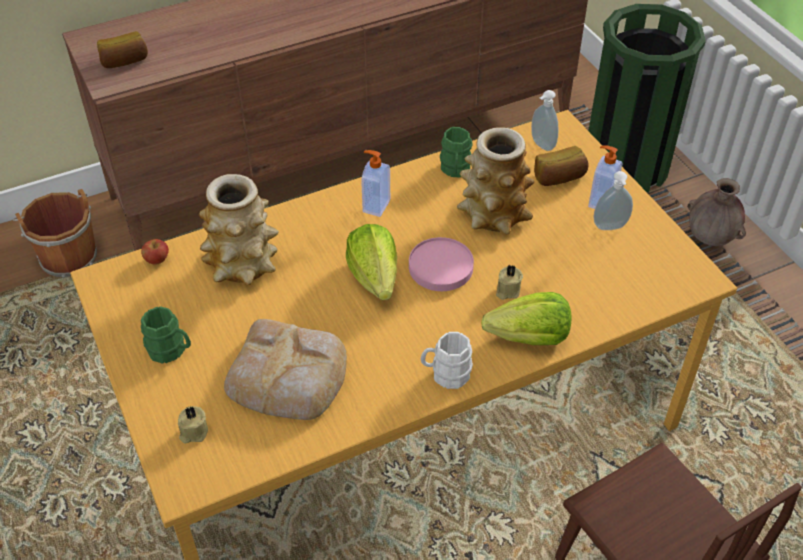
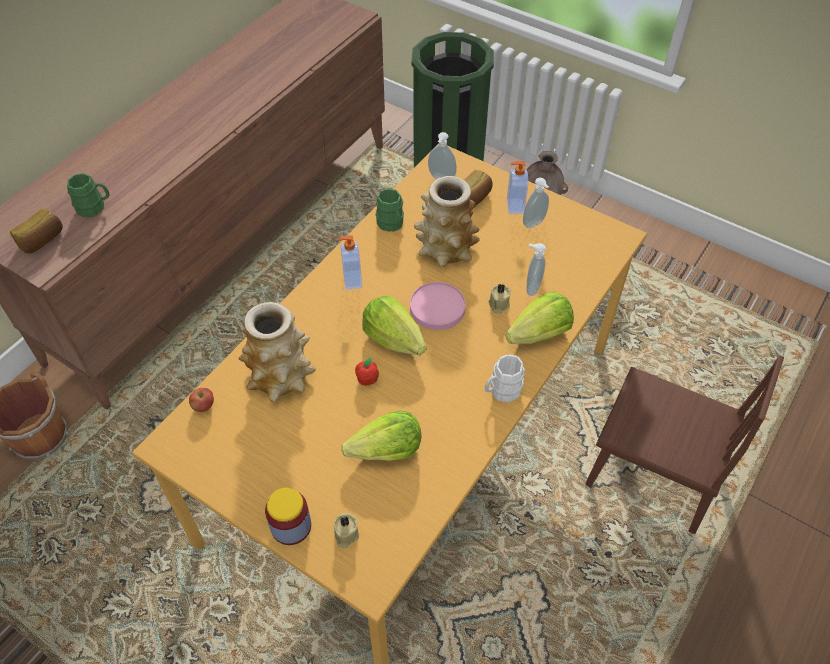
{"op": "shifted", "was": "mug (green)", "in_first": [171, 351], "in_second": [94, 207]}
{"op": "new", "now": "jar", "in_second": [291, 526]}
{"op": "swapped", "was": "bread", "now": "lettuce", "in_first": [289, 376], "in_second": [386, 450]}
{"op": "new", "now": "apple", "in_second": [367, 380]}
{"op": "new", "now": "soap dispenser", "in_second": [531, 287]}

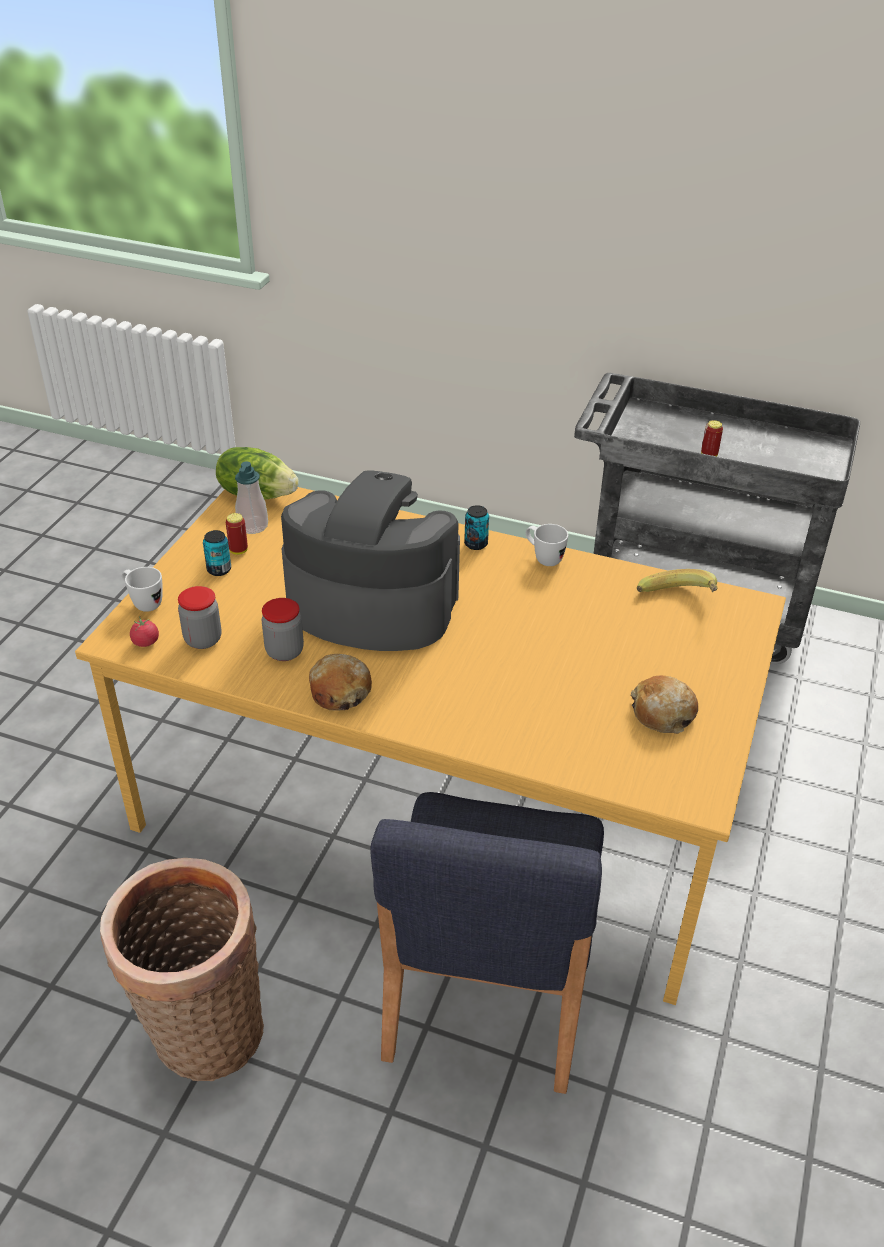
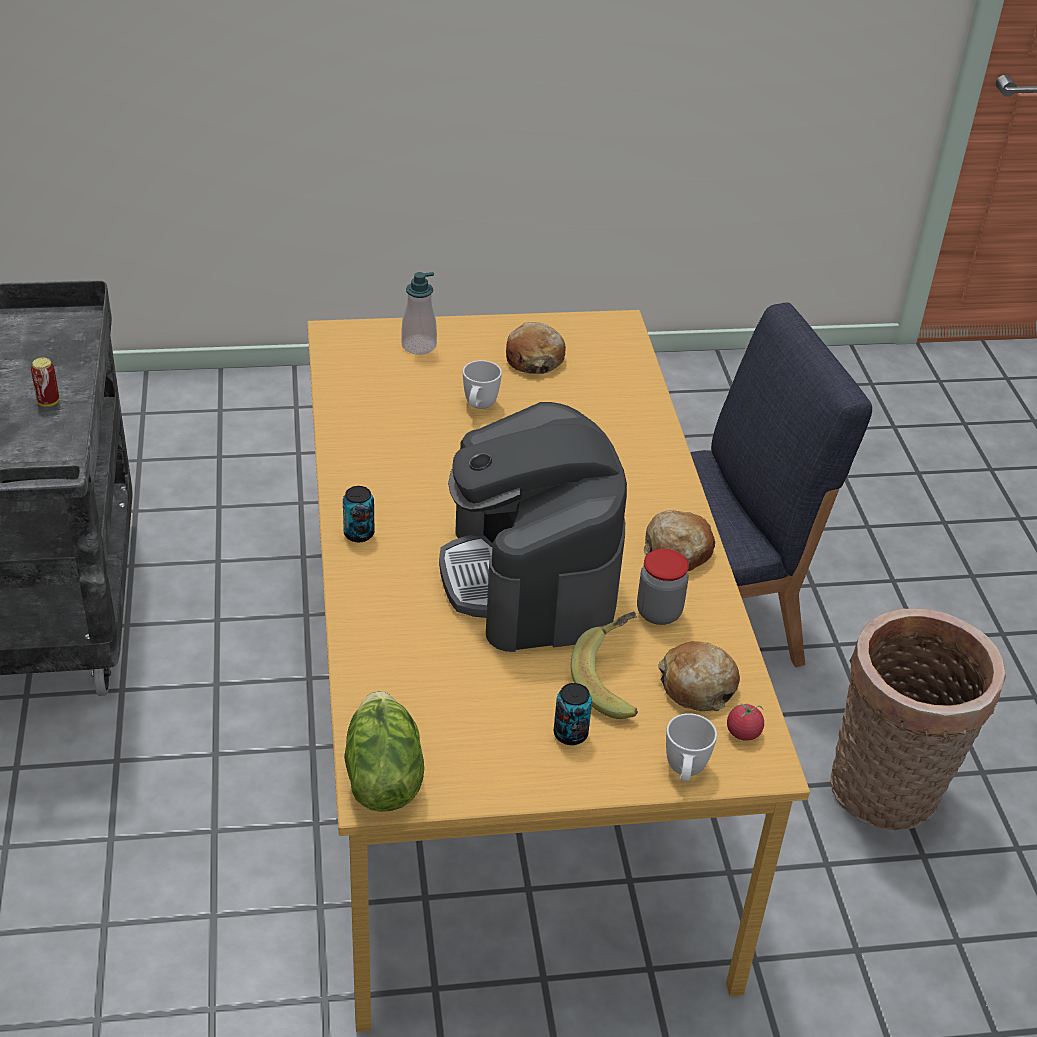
{"op": "shifted", "was": "soap dispenser", "in_first": [252, 526], "in_second": [419, 346]}
{"op": "shifted", "was": "mug (white)", "in_first": [543, 558], "in_second": [478, 407]}
{"op": "shifted", "was": "banana", "in_first": [678, 601], "in_second": [615, 682]}
{"op": "swapped", "was": "jar", "now": "bread", "in_first": [203, 639], "in_second": [697, 686]}
{"op": "gone", "was": "can", "in_first": [238, 550]}

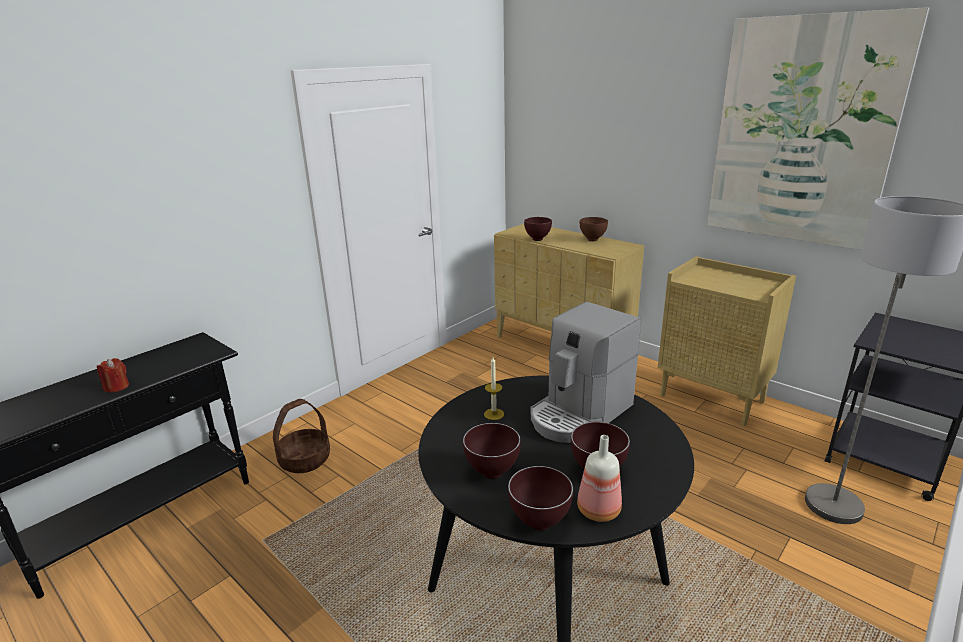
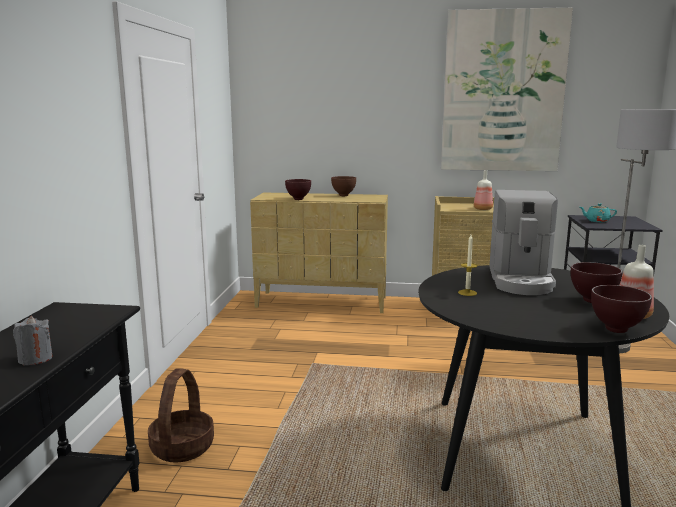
{"op": "repainted", "was": "candle (red)", "now": "candle (grey)", "in_first": [117, 387], "in_second": [35, 359]}
{"op": "new", "now": "bottle", "in_second": [482, 209]}
{"op": "new", "now": "teapot (turquoise)", "in_second": [597, 221]}
{"op": "gone", "was": "bowl (brown)", "in_first": [491, 472]}

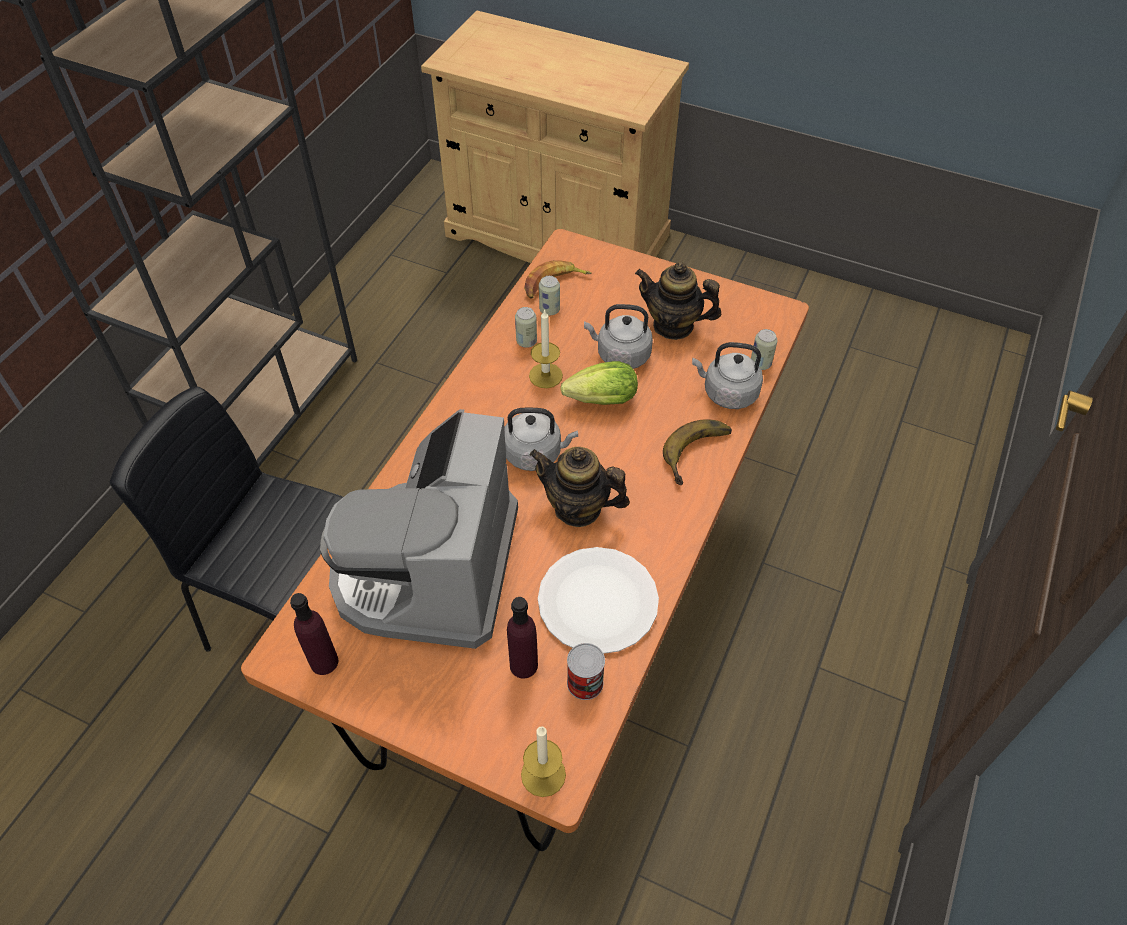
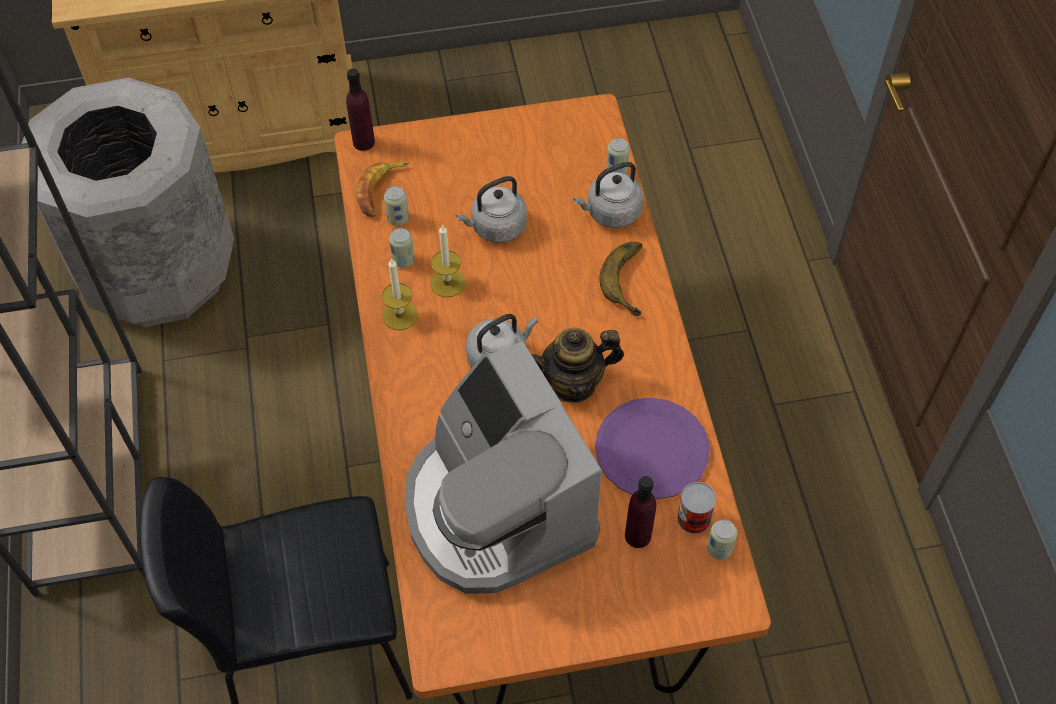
{"op": "new", "now": "trash can (grey)", "in_second": [157, 270]}
{"op": "shifted", "was": "bottle (purple)", "in_first": [324, 662], "in_second": [363, 142]}
{"op": "shifted", "was": "candle", "in_first": [543, 774], "in_second": [400, 315]}
{"op": "repainted", "was": "plate (white)", "now": "plate (purple)", "in_first": [598, 602], "in_second": [652, 450]}
{"op": "new", "now": "can", "in_second": [719, 549]}
{"op": "gone", "was": "lettuce", "in_first": [598, 401]}
{"op": "gone", "was": "teapot", "in_first": [673, 325]}

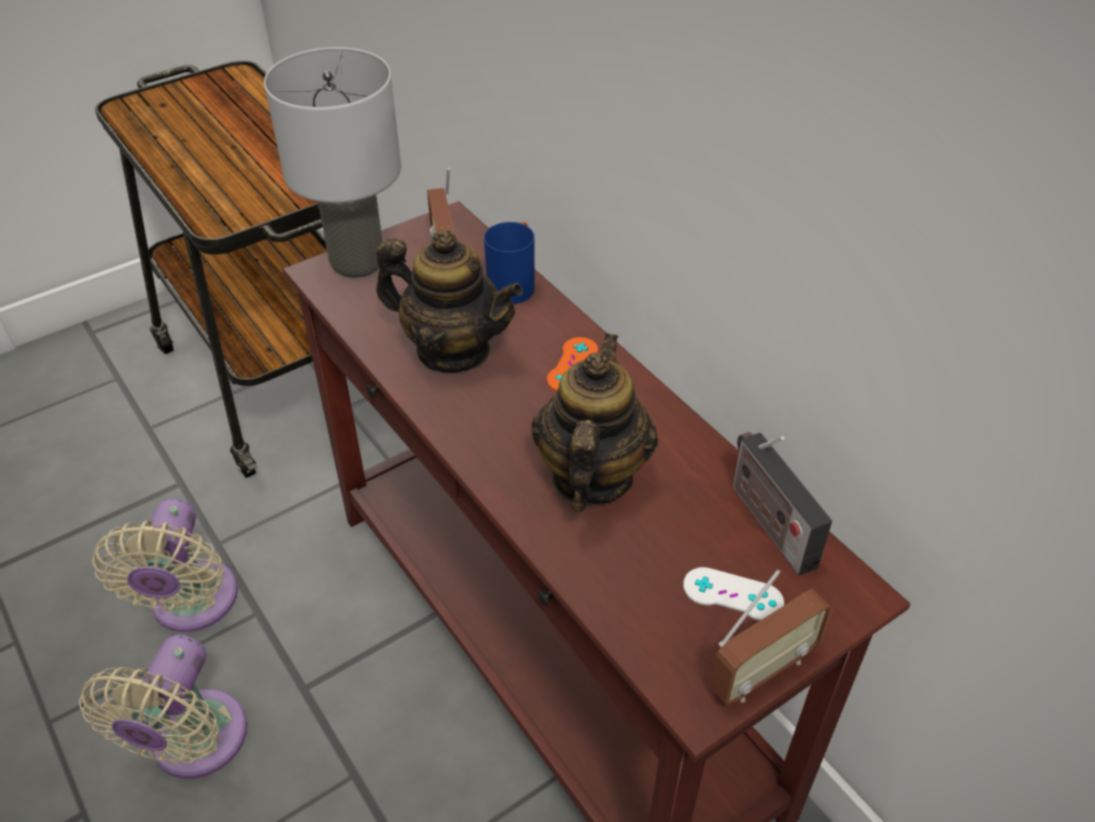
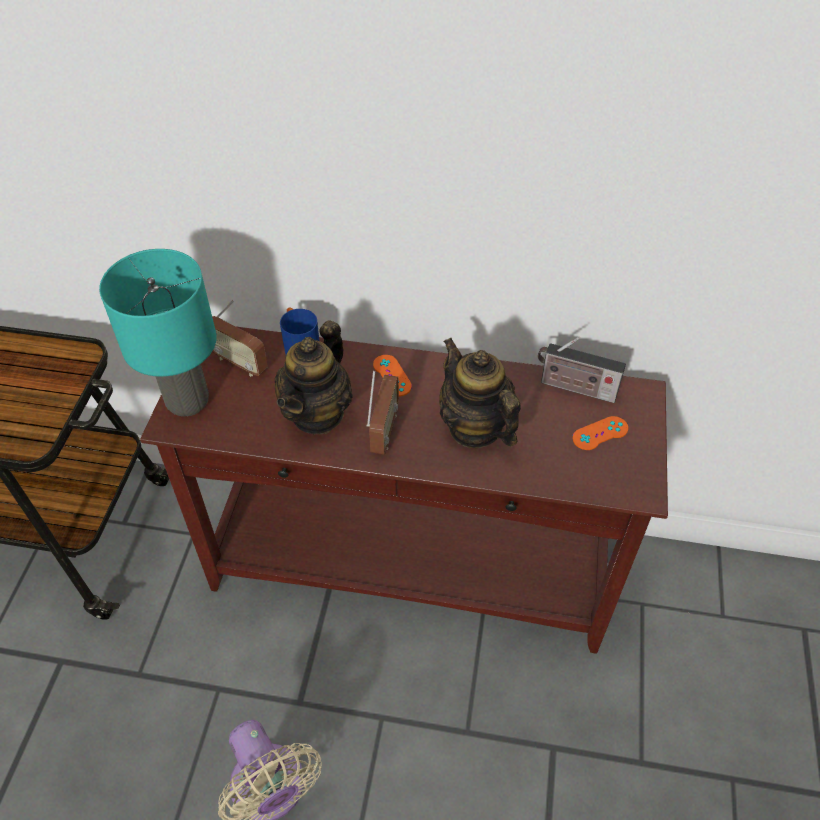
{"op": "repainted", "was": "table lamp (white)", "now": "table lamp (turquoise)", "in_first": [360, 263], "in_second": [188, 400]}
{"op": "rotated", "was": "teapot", "in_first": [453, 350], "in_second": [318, 413], "clockwise": 135}
{"op": "shifted", "was": "radio", "in_first": [761, 672], "in_second": [384, 431]}
{"op": "repainted", "was": "game controller (white)", "now": "game controller (orange)", "in_first": [733, 594], "in_second": [600, 433]}
{"op": "gone", "was": "fan (beige)", "in_first": [191, 605]}

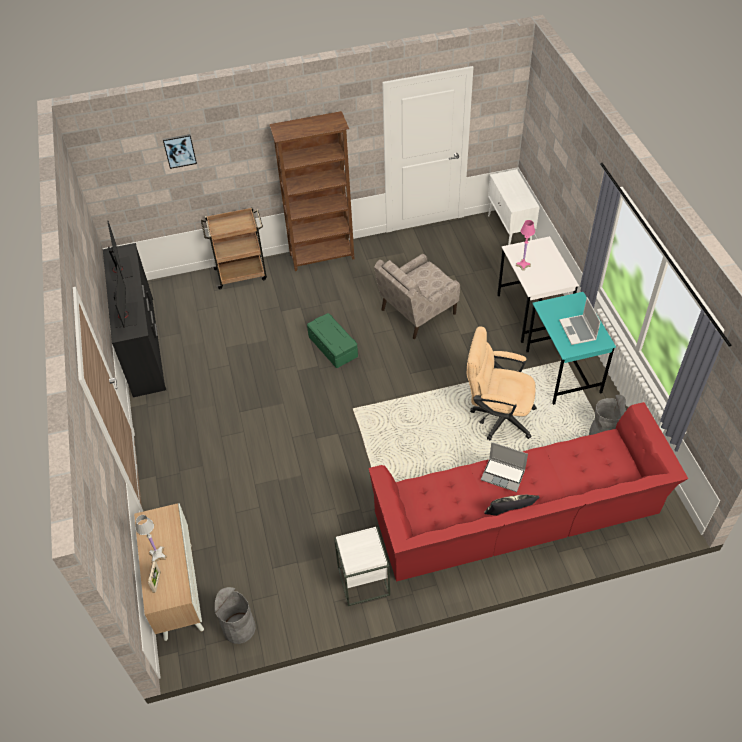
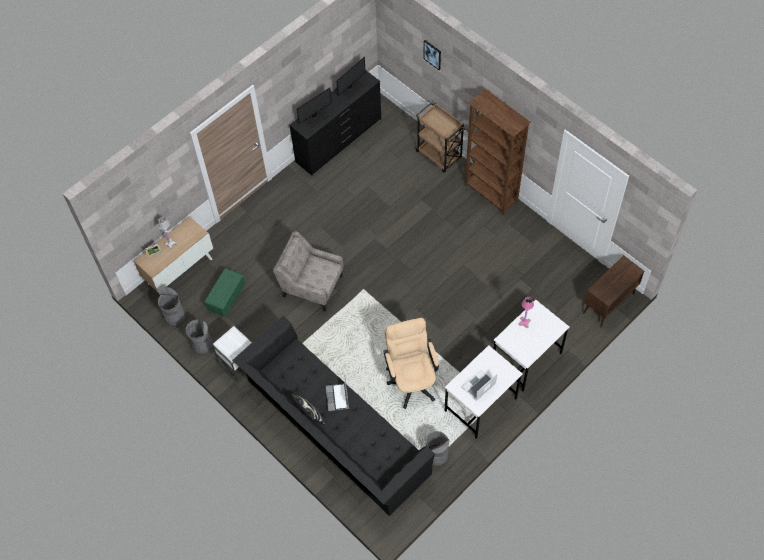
{"op": "new", "now": "trash can (grey)", "in_second": [202, 344]}
{"op": "shifted", "was": "storage box (green)", "in_first": [332, 347], "in_second": [225, 296]}
{"op": "repainted", "was": "sofa (red)", "now": "sofa (black)", "in_first": [518, 517], "in_second": [334, 429]}
{"op": "shifted", "was": "armchair (beige)", "in_first": [417, 312], "in_second": [312, 285]}
{"op": "repainted", "was": "desk (turquoise)", "now": "desk (white)", "in_first": [563, 372], "in_second": [480, 405]}
{"op": "repainted", "was": "cabinet (white)", "now": "cabinet (brown)", "in_first": [509, 232], "in_second": [608, 304]}

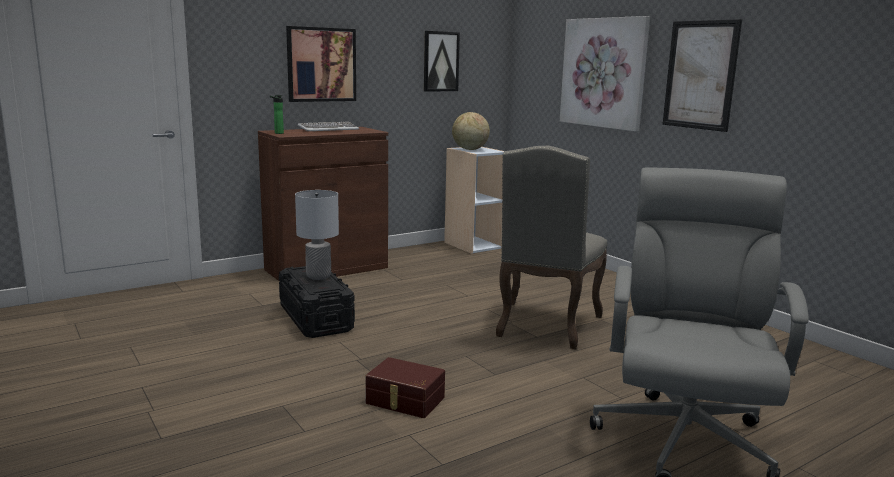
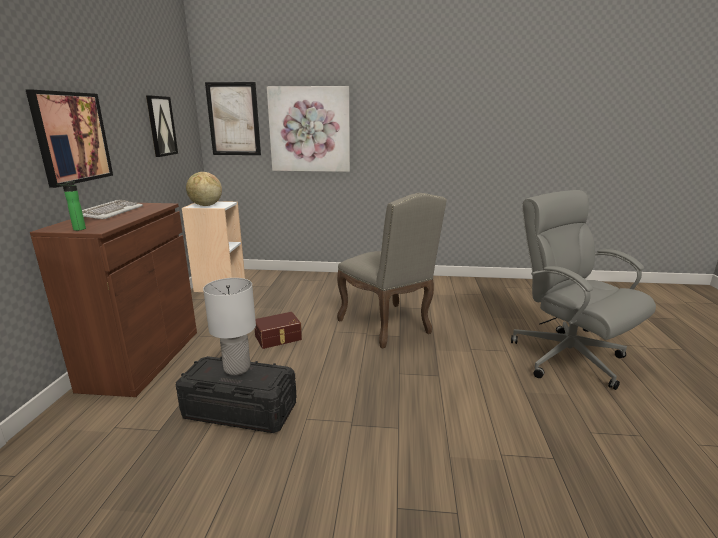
{"op": "shifted", "was": "picture", "in_first": [700, 75], "in_second": [233, 119]}
{"op": "shifted", "was": "storage box (brown)", "in_first": [404, 401], "in_second": [278, 338]}

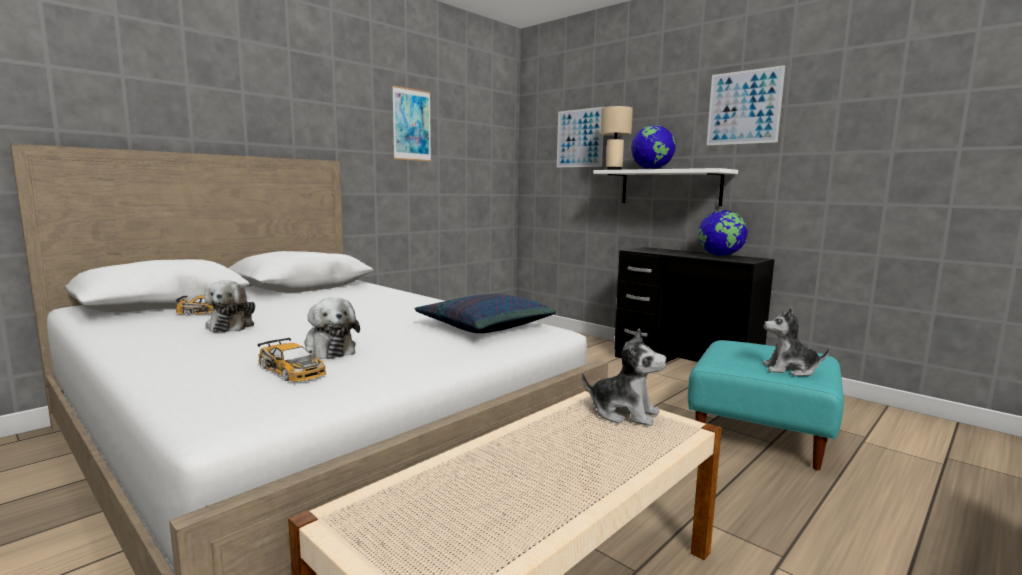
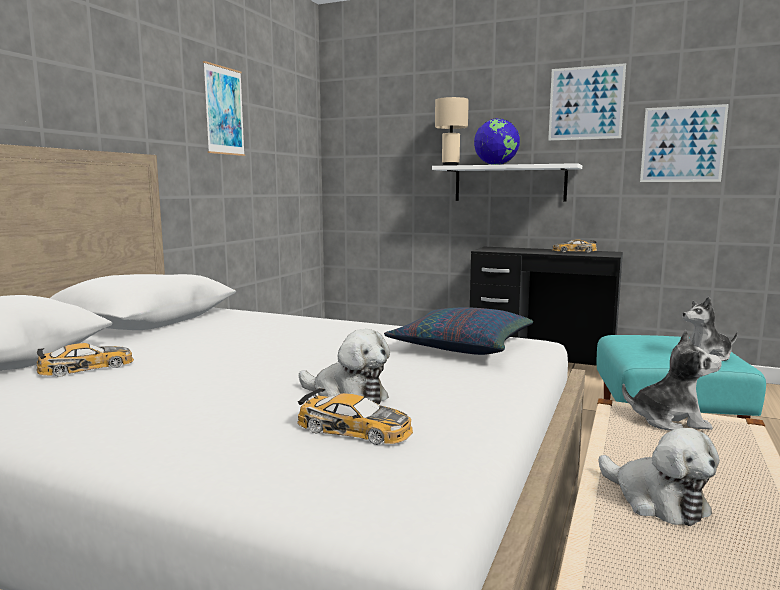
{"op": "swapped", "was": "globe", "now": "toy car", "in_first": [720, 256], "in_second": [573, 251]}
{"op": "shifted", "was": "plush toy", "in_first": [232, 325], "in_second": [656, 500]}
{"op": "shifted", "was": "picture", "in_first": [579, 138], "in_second": [682, 144]}

